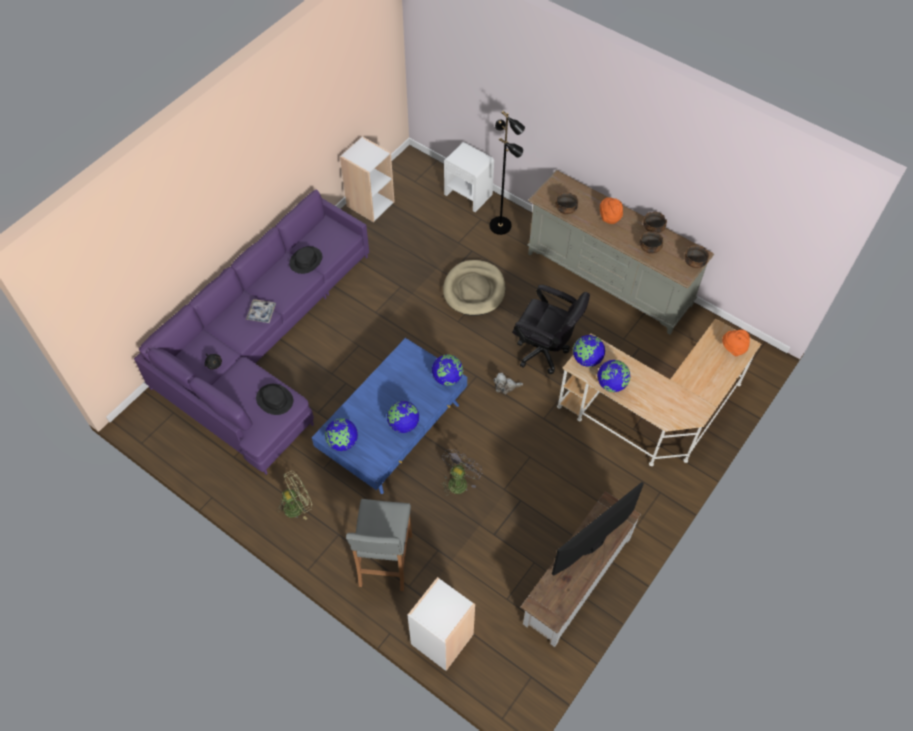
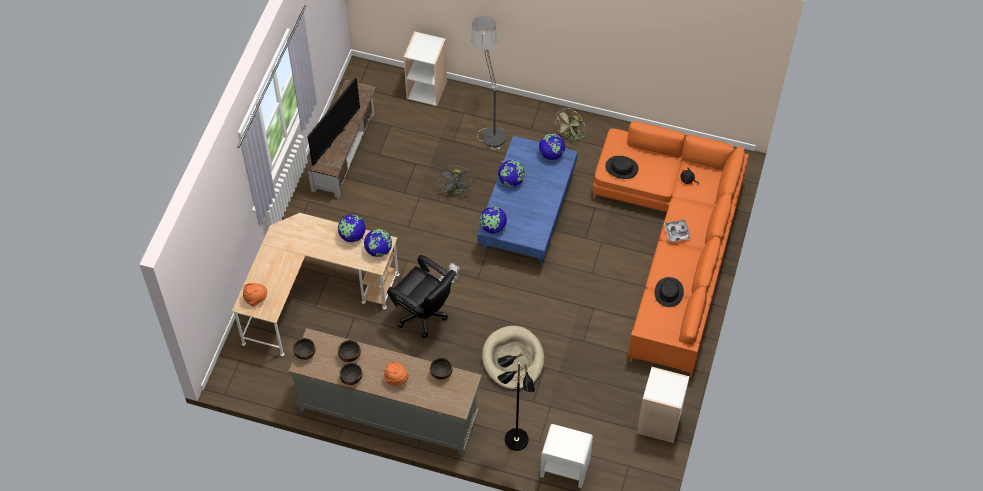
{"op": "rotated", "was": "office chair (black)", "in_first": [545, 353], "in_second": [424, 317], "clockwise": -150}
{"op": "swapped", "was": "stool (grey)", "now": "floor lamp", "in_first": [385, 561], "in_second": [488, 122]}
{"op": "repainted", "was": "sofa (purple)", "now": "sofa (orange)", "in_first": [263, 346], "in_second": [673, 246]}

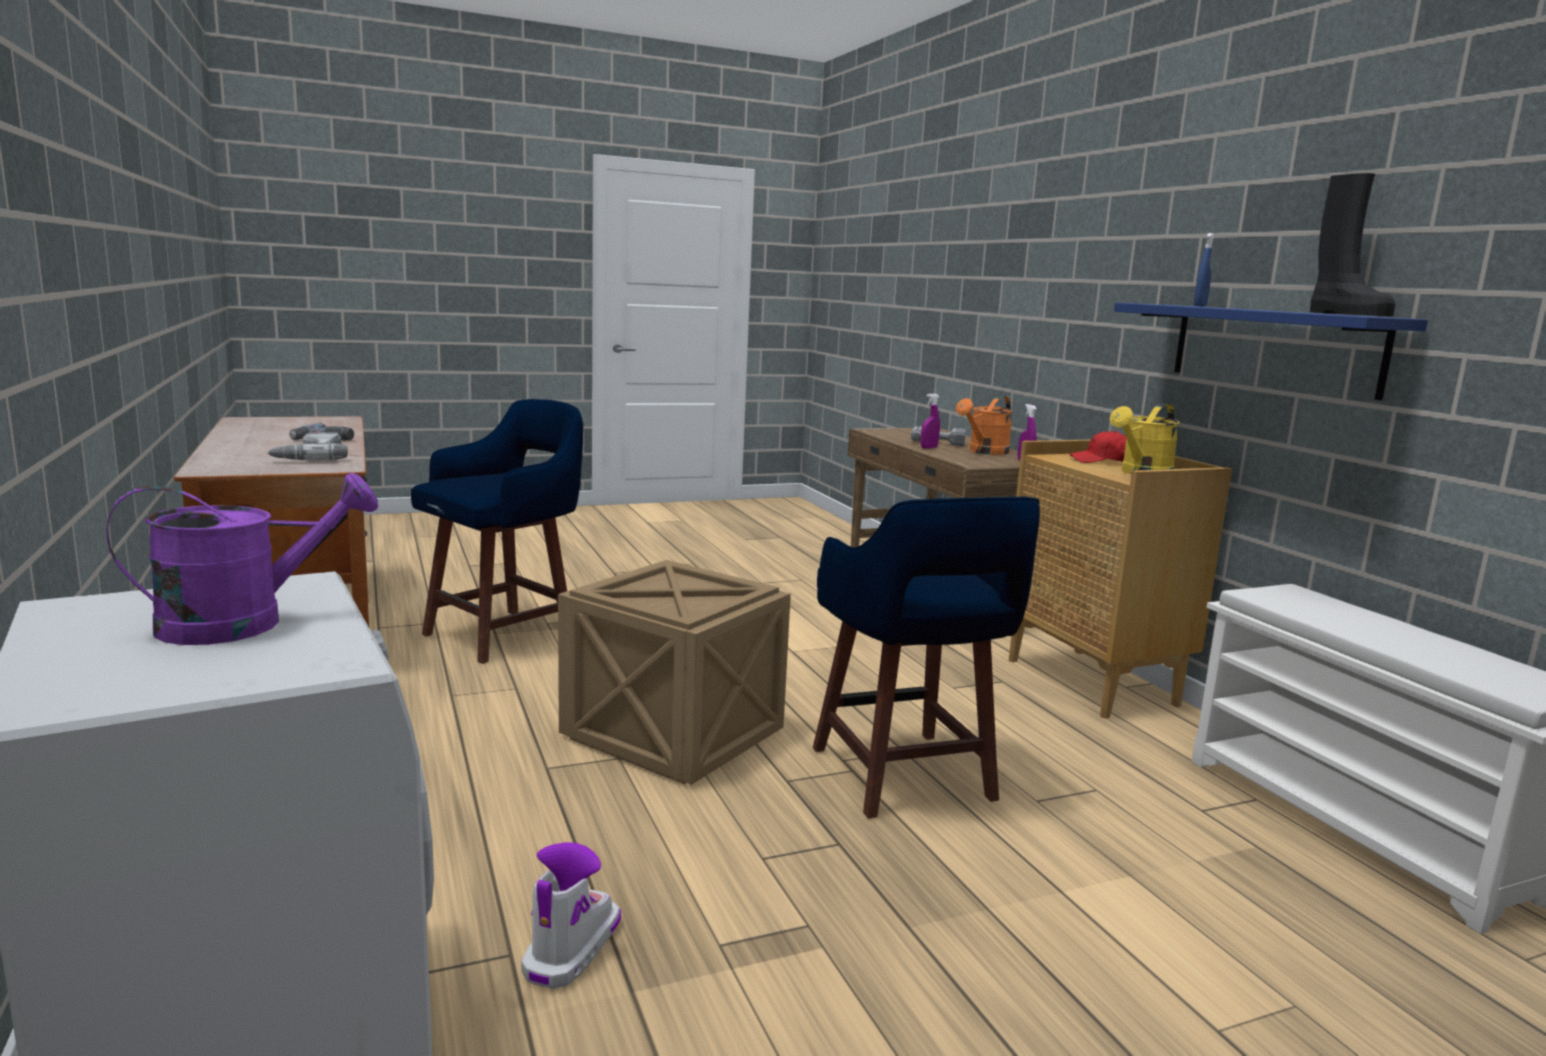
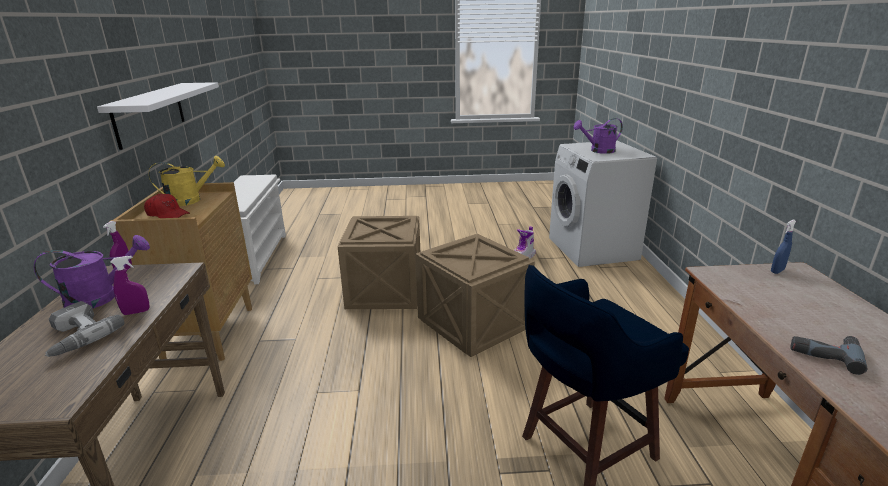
{"op": "repainted", "was": "watering can (orange)", "now": "watering can (purple)", "in_first": [984, 452], "in_second": [101, 297]}
{"op": "repainted", "was": "shelf (blue)", "now": "shelf (white)", "in_first": [1273, 348], "in_second": [150, 113]}
{"op": "swapped", "was": "stool (blue)", "now": "crate", "in_first": [904, 778], "in_second": [385, 290]}
{"op": "shifted", "was": "spray bottle (blue)", "in_first": [1200, 306], "in_second": [777, 271]}
{"op": "gone", "was": "power drill", "in_first": [309, 457]}
{"op": "gone", "was": "boot (black)", "in_first": [1345, 314]}

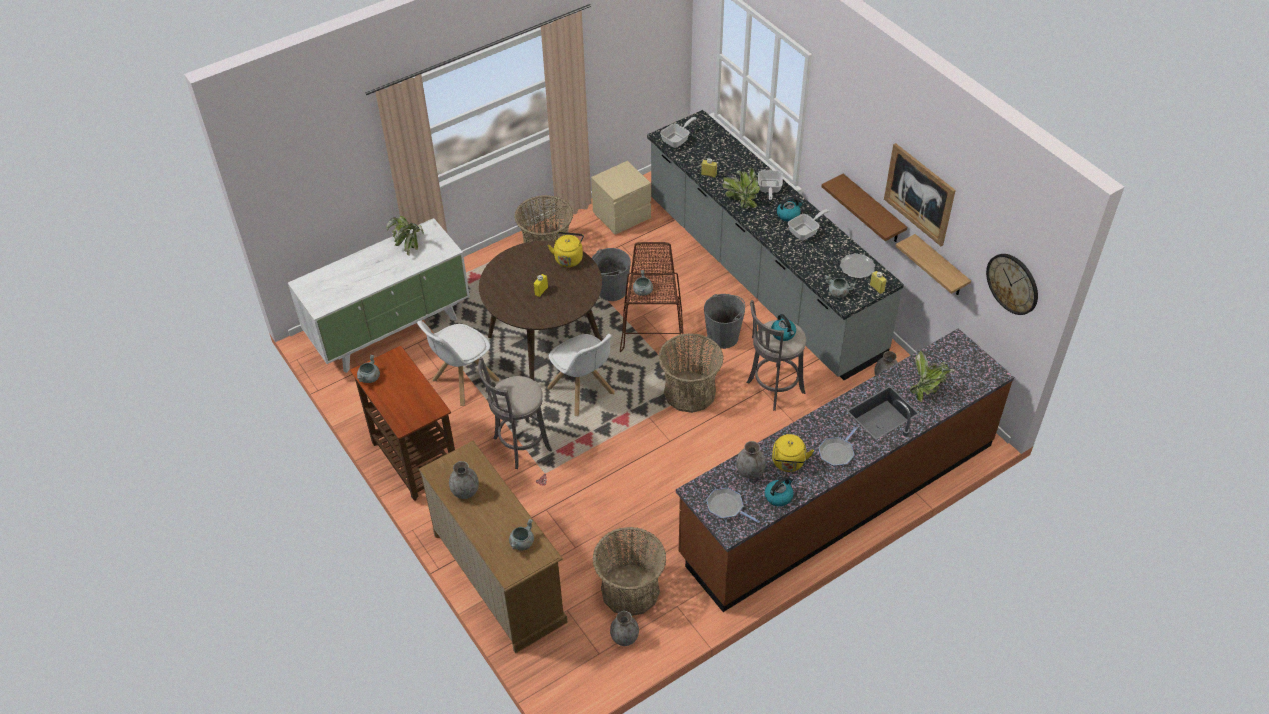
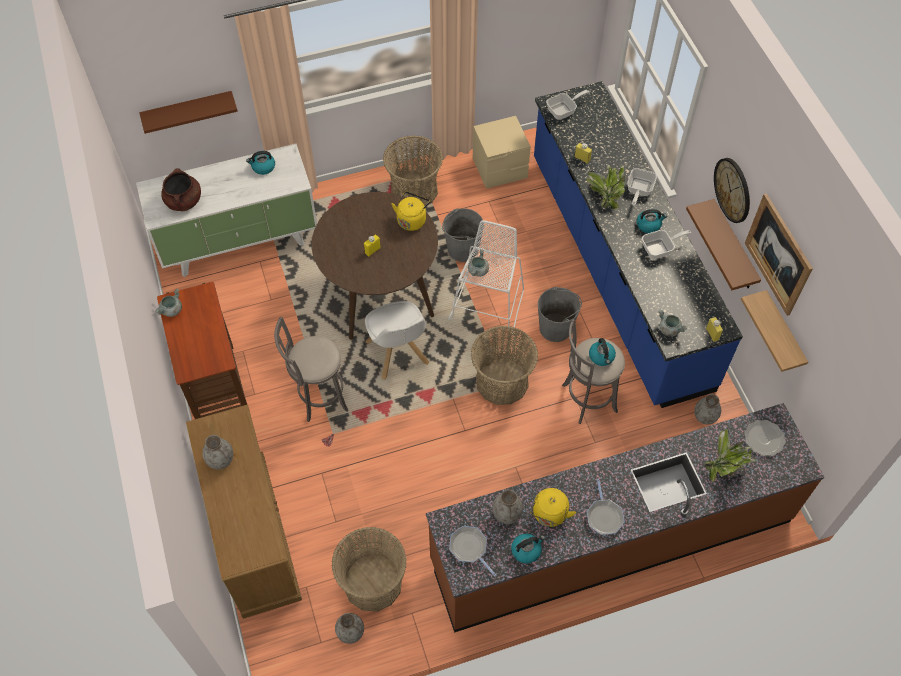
{"op": "new", "now": "shelf (brown)", "in_second": [188, 111]}
{"op": "new", "now": "cooking pot (brown)", "in_second": [184, 201]}
{"op": "swapped", "was": "potted plant", "now": "kettle", "in_first": [409, 244], "in_second": [263, 167]}
{"op": "repainted", "was": "stool (brown)", "now": "stool (white)", "in_first": [653, 333], "in_second": [487, 307]}
{"op": "repainted", "was": "counter (grey)", "now": "counter (blue)", "in_first": [762, 277], "in_second": [617, 270]}
{"op": "rotated", "was": "frying pan", "in_first": [837, 452], "in_second": [604, 516], "clockwise": -60}
{"op": "shifted", "was": "wall clock", "in_first": [1013, 283], "in_second": [733, 190]}
{"op": "shifted", "was": "plate", "in_first": [857, 267], "in_second": [764, 438]}
{"op": "gone", "was": "chair (white)", "in_first": [463, 382]}
{"op": "gone", "was": "cooking pot (grey)", "in_first": [522, 543]}

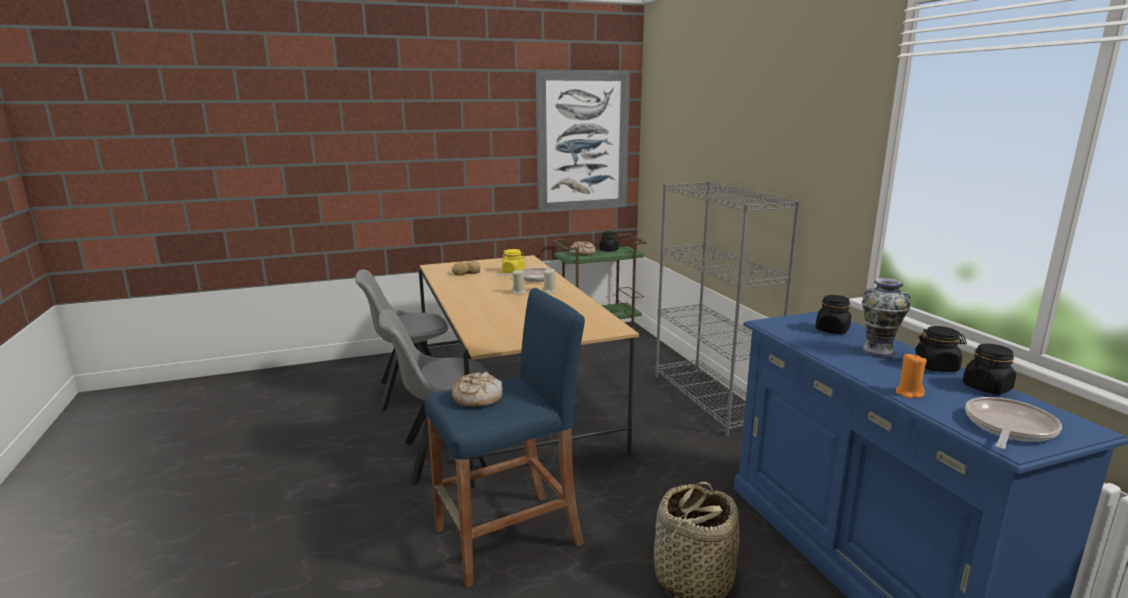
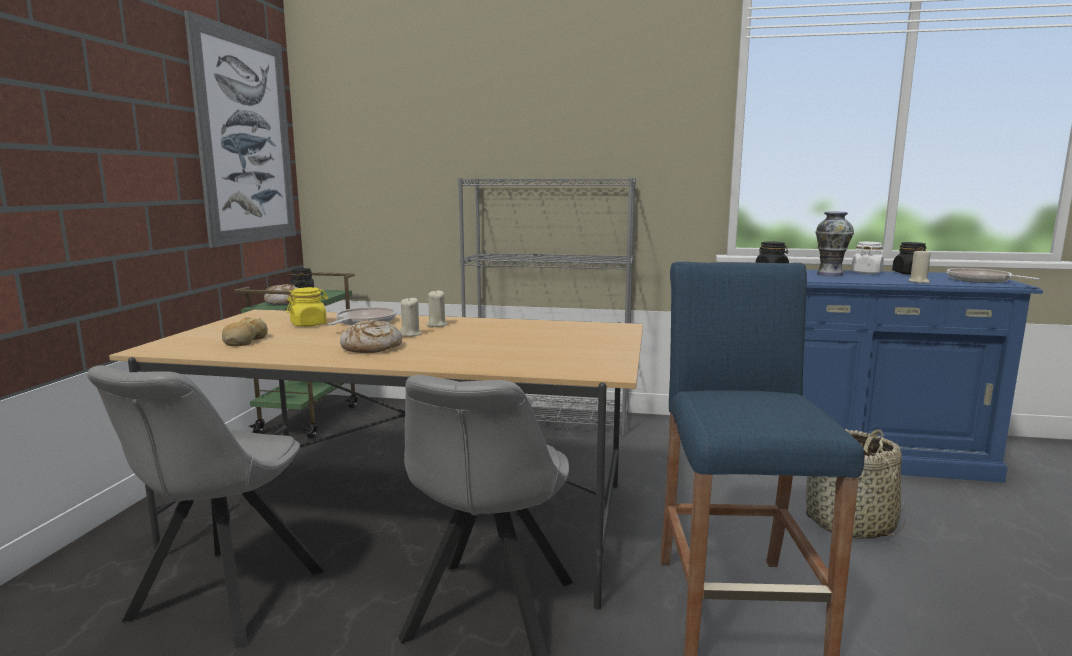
{"op": "shifted", "was": "bread", "in_first": [477, 398], "in_second": [371, 347]}
{"op": "repainted", "was": "jar (black)", "now": "jar (white)", "in_first": [936, 367], "in_second": [866, 272]}
{"op": "repainted", "was": "candle (orange)", "now": "candle (beige)", "in_first": [909, 393], "in_second": [918, 282]}

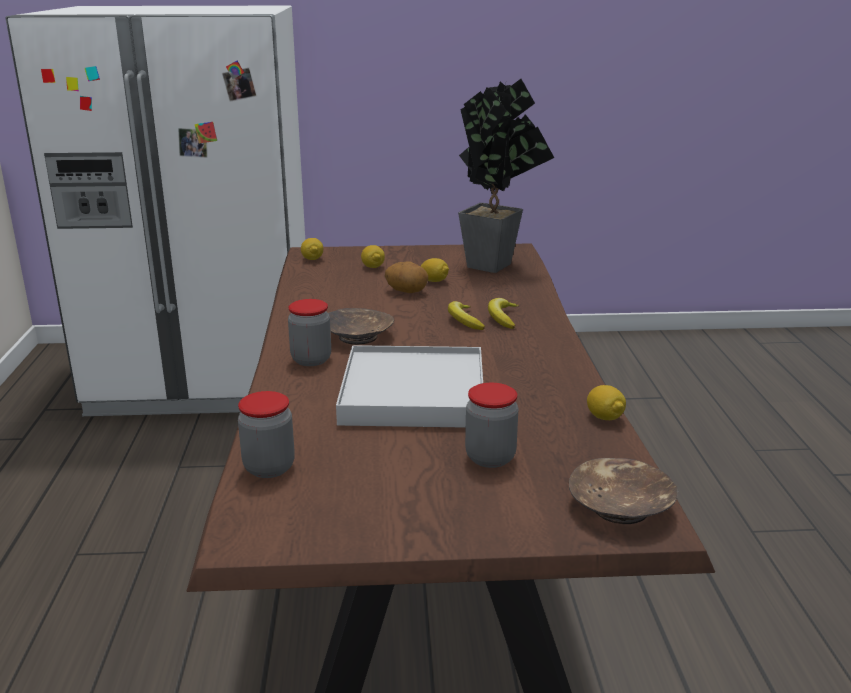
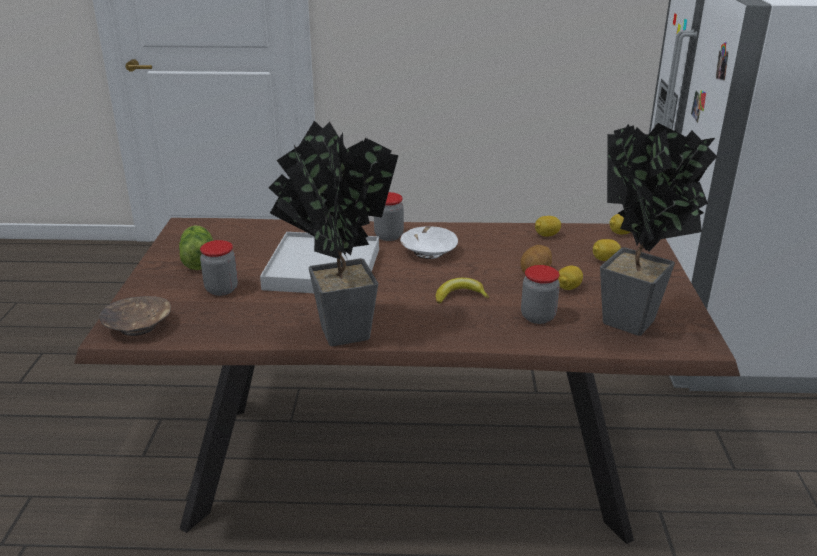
{"op": "new", "now": "lettuce", "in_second": [199, 259]}
{"op": "new", "now": "potted plant", "in_second": [336, 331]}
{"op": "repainted", "was": "bowl (brown)", "now": "bowl (white)", "in_first": [358, 337], "in_second": [428, 251]}
{"op": "shifted", "was": "jar", "in_first": [269, 467], "in_second": [538, 317]}
{"op": "shifted", "was": "lemon", "in_first": [604, 417], "in_second": [546, 235]}
{"op": "gone", "was": "banana", "in_first": [502, 318]}

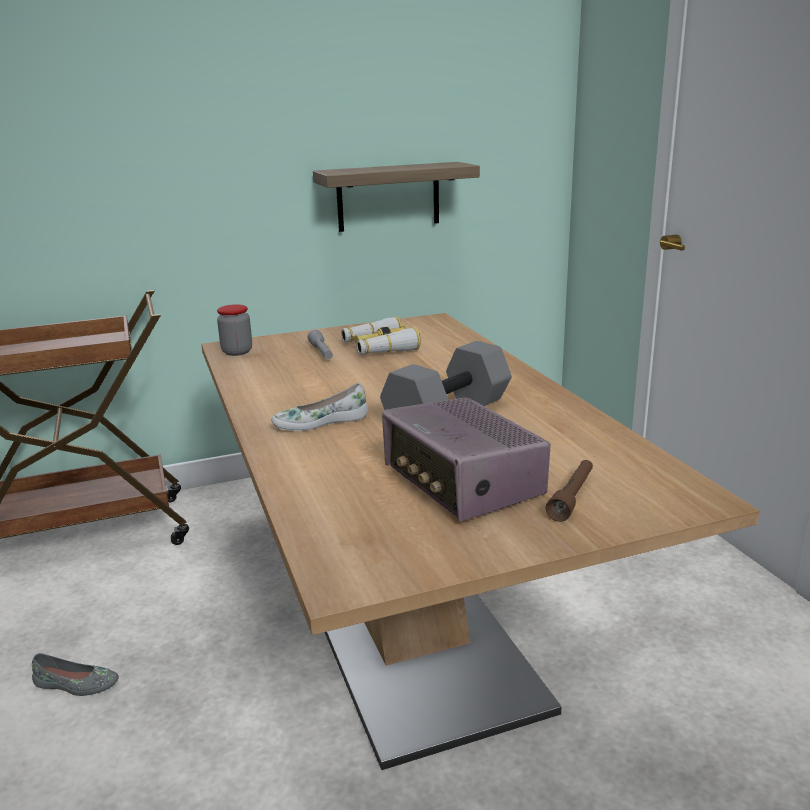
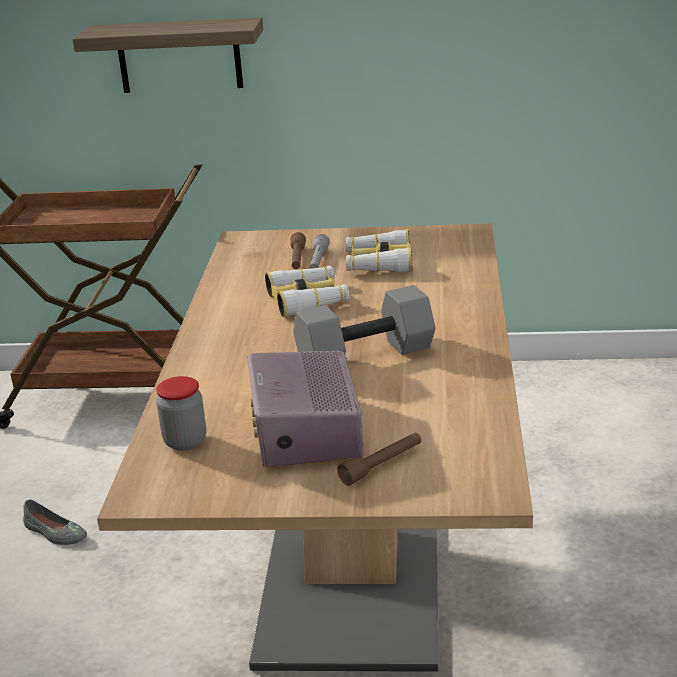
{"op": "shifted", "was": "shelf", "in_first": [388, 197], "in_second": [179, 56]}
{"op": "shifted", "was": "jar", "in_first": [237, 352], "in_second": [185, 441]}
{"op": "new", "now": "binoculars", "in_second": [307, 300]}
{"op": "new", "now": "flashlight (brown)", "in_second": [297, 259]}
{"op": "gone", "was": "shoe (white)", "in_first": [320, 422]}

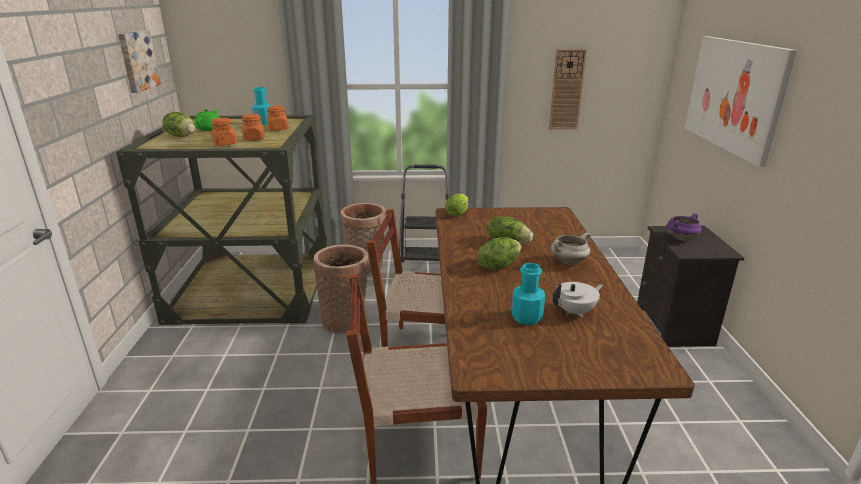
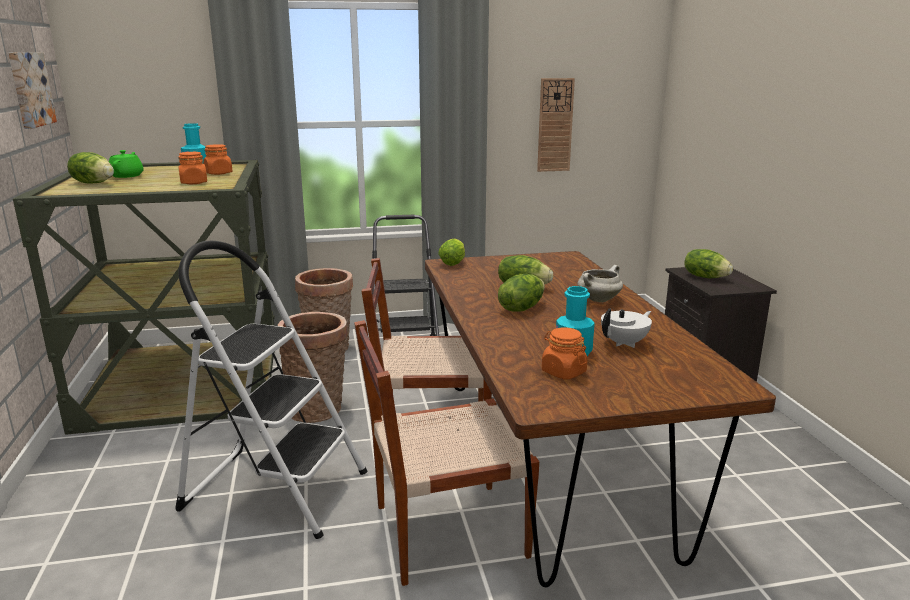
{"op": "new", "now": "step ladder", "in_second": [271, 489]}
{"op": "shifted", "was": "jar (orange)", "in_first": [225, 144], "in_second": [563, 372]}
{"op": "swapped", "was": "cooking pot (purple)", "now": "lettuce", "in_first": [681, 238], "in_second": [705, 277]}
{"op": "gone", "was": "picture", "in_first": [734, 95]}

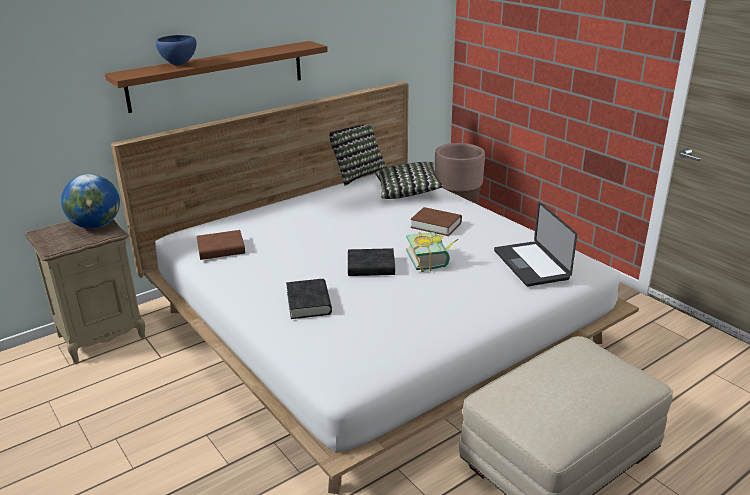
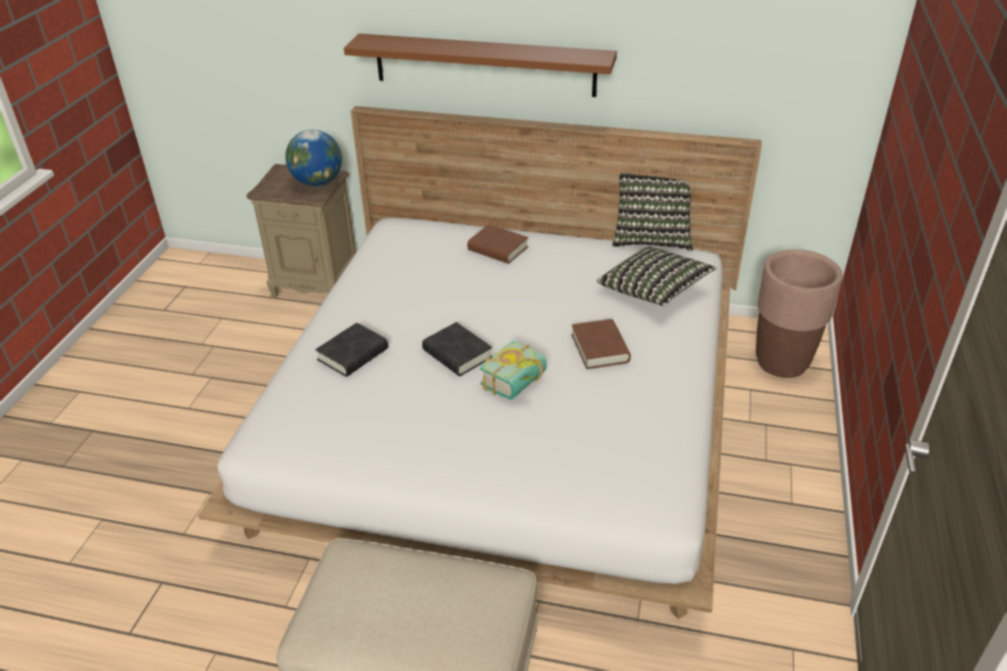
{"op": "shifted", "was": "book (brown)", "in_first": [221, 249], "in_second": [498, 249]}
{"op": "gone", "was": "bowl (blue)", "in_first": [178, 65]}
{"op": "gone", "was": "laptop", "in_first": [531, 265]}

